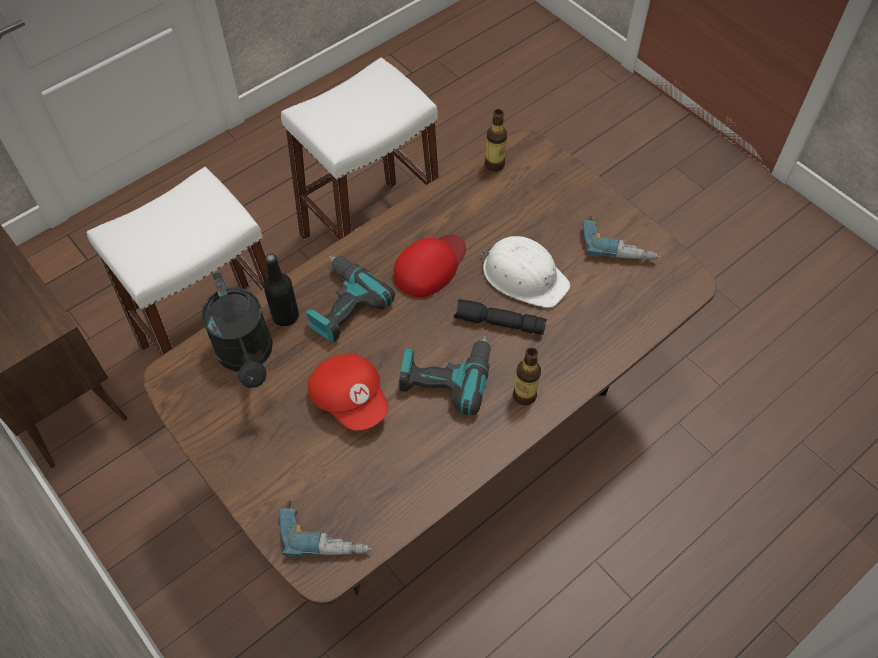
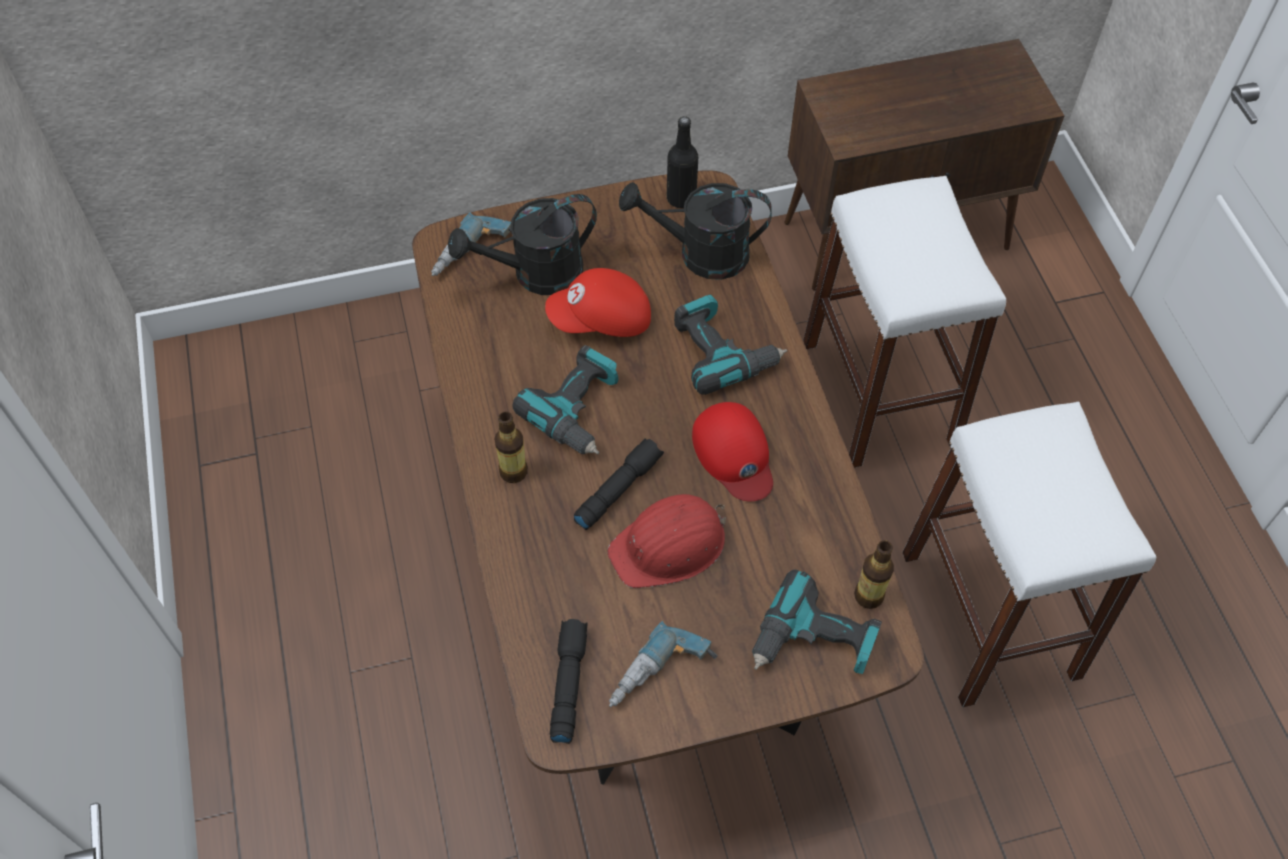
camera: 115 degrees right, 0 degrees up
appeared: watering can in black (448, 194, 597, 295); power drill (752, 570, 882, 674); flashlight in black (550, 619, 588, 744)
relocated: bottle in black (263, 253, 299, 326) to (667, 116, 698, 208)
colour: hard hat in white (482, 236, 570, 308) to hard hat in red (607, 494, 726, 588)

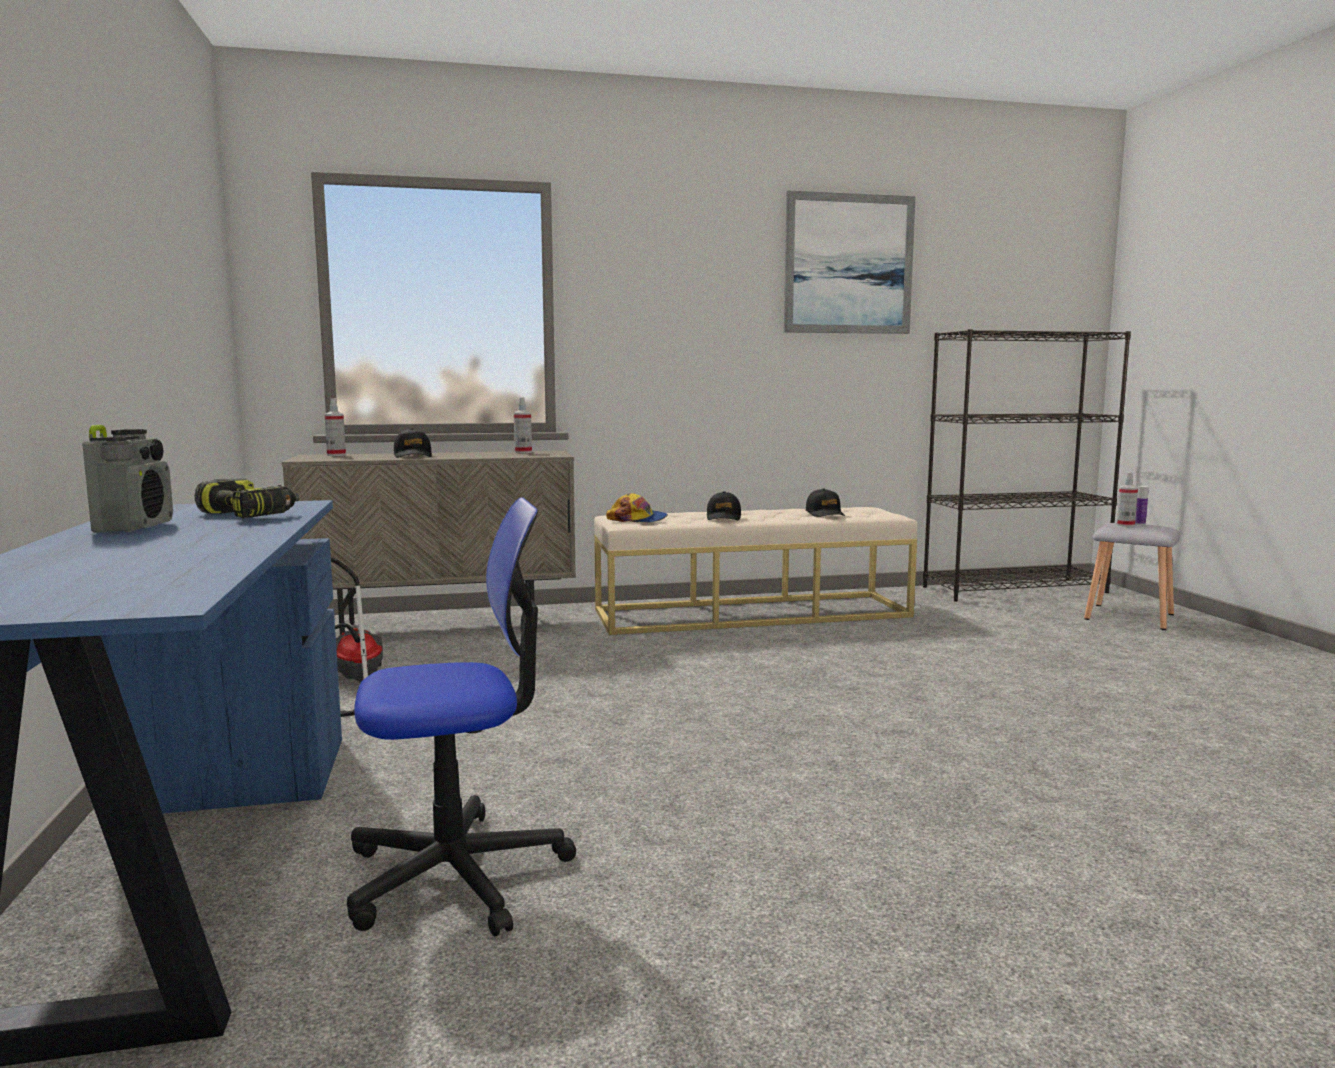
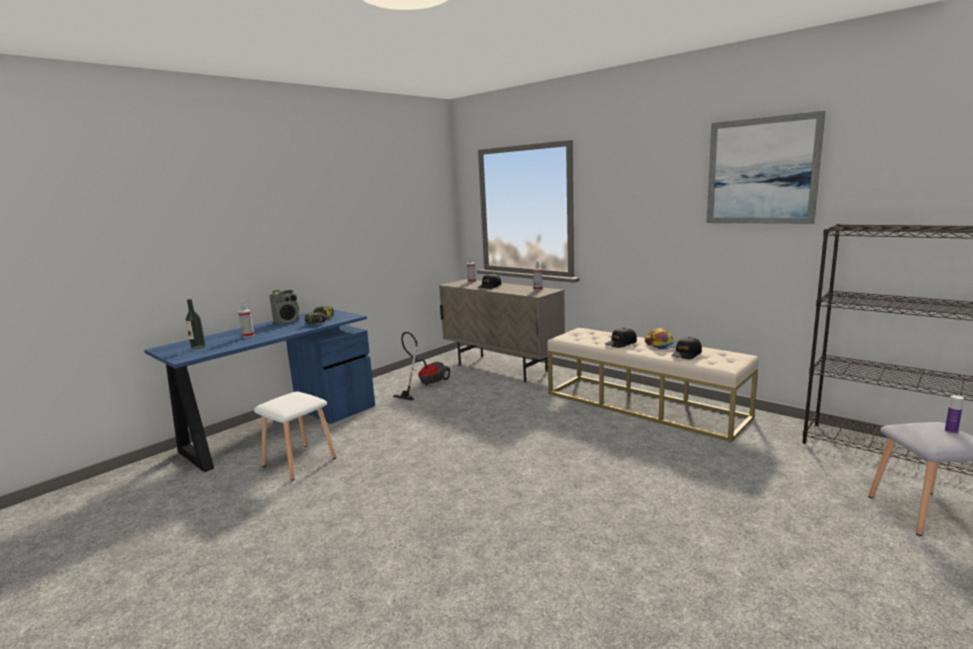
camera: 55 degrees right, 5 degrees up
appeared: bottle (185, 299, 206, 350)
relocated: spray bottle (1116, 472, 1138, 527) to (238, 301, 254, 338); cap (606, 493, 668, 522) to (645, 328, 678, 349)
exchanged: office chair (347, 497, 576, 937) to stool in white (254, 392, 336, 481)

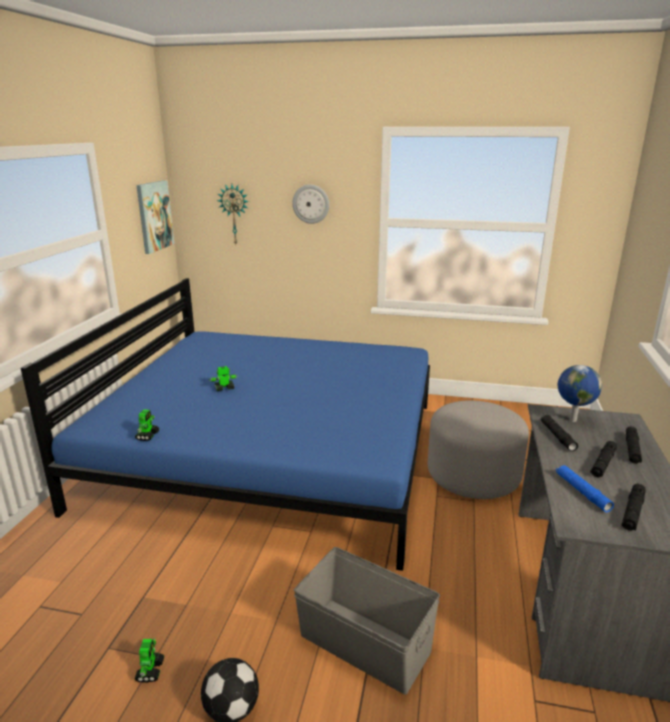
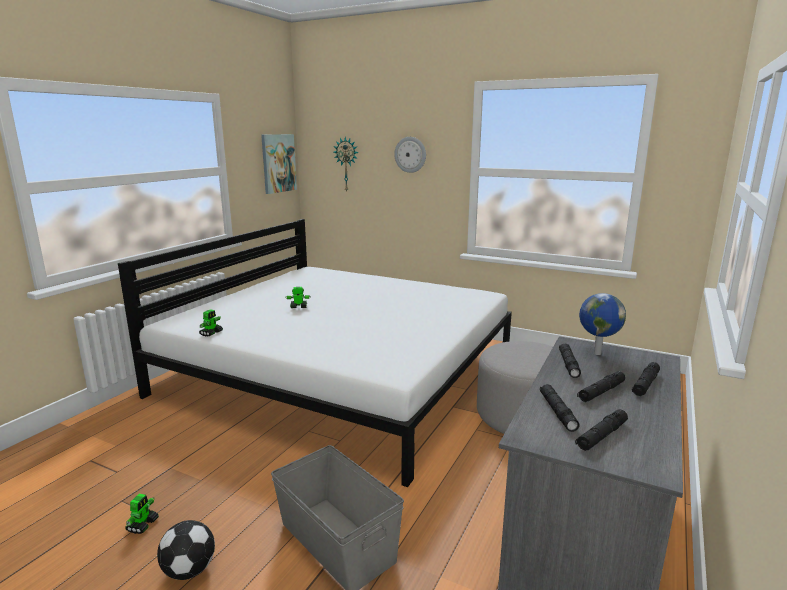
camera: 15 degrees right, 5 degrees down
colour: bed in blue (21, 278, 430, 571) to bed in white (118, 219, 512, 487); flashlight in blue (556, 465, 614, 512) to flashlight in black (540, 384, 580, 432)

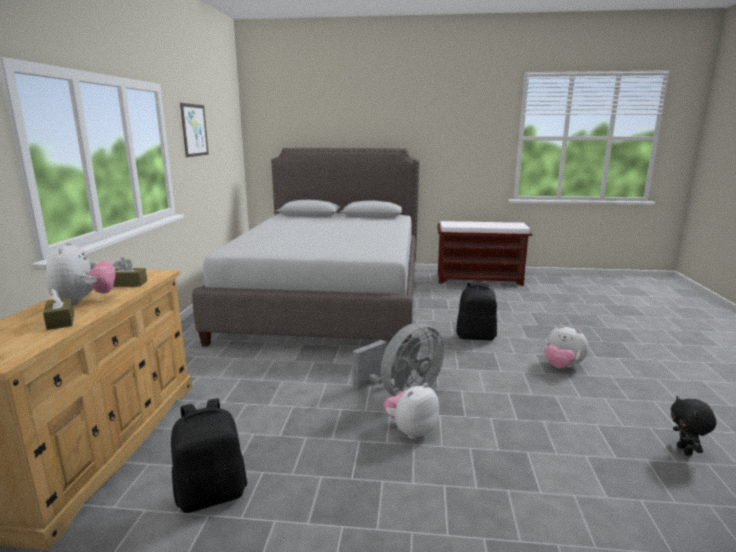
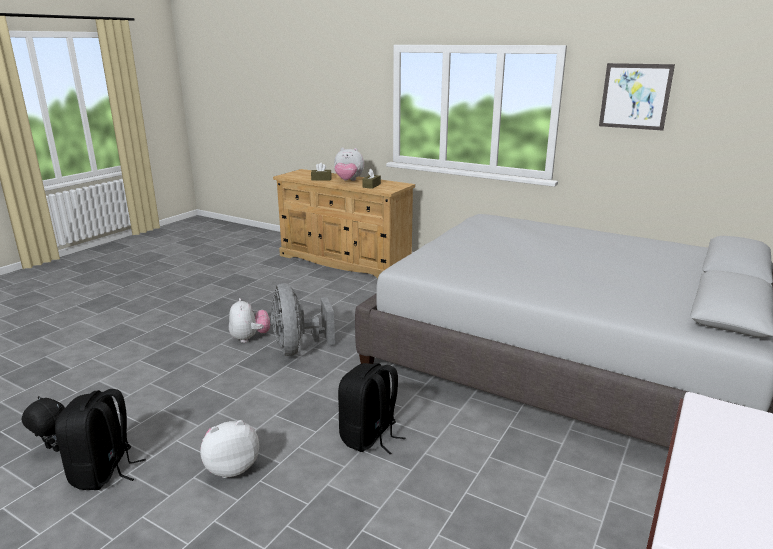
camera: 115 degrees right, 5 degrees up
relocated: backpack in black (171, 399, 247, 513) to (55, 389, 146, 490)

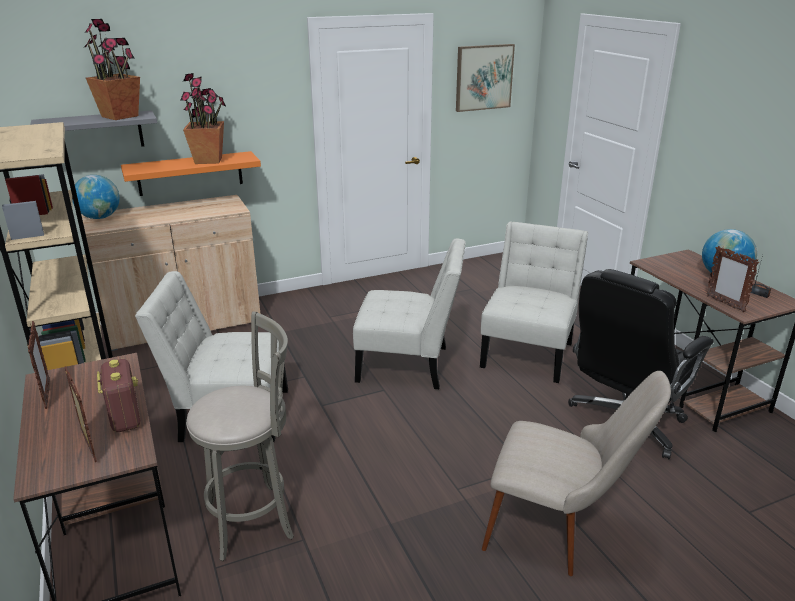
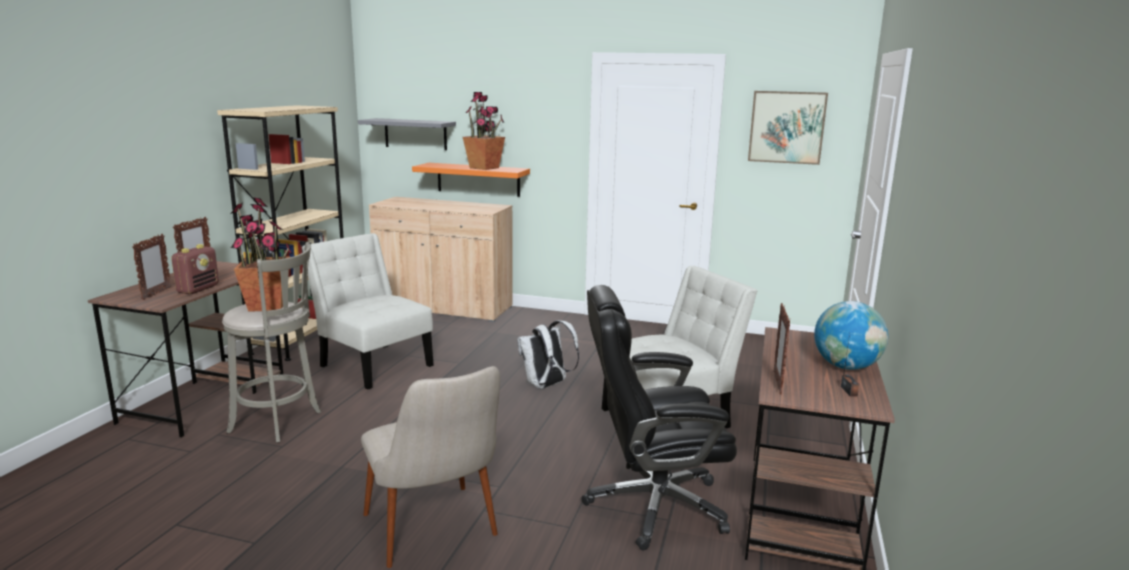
camera: 40 degrees right, 10 degrees down
missing: globe (72, 175, 120, 219)
relocated: potted plant (83, 19, 140, 120) to (230, 197, 293, 312)
exchanged: chair in white (353, 238, 466, 389) to backpack in white (517, 320, 579, 389)

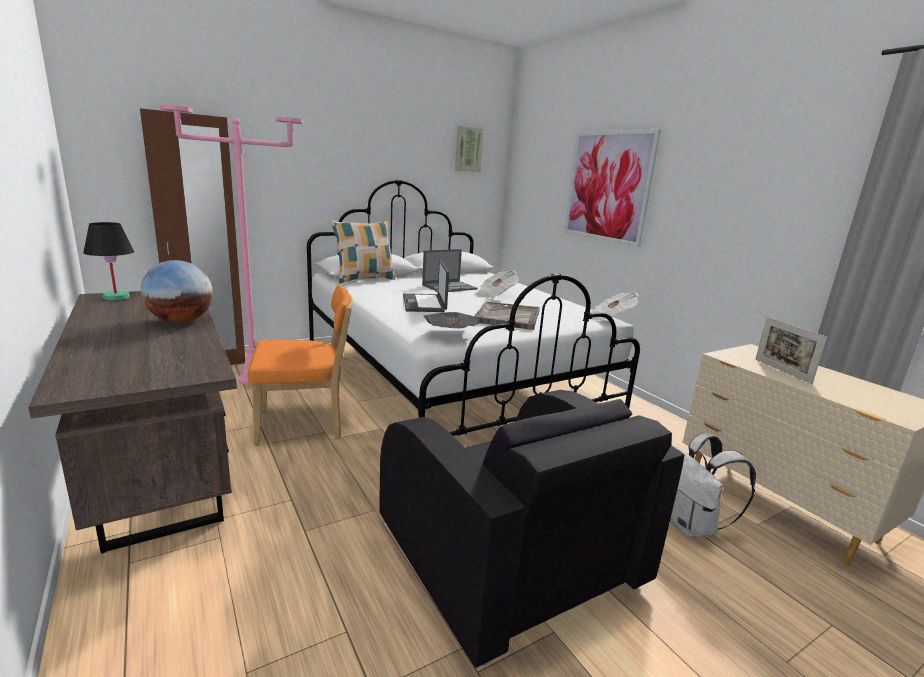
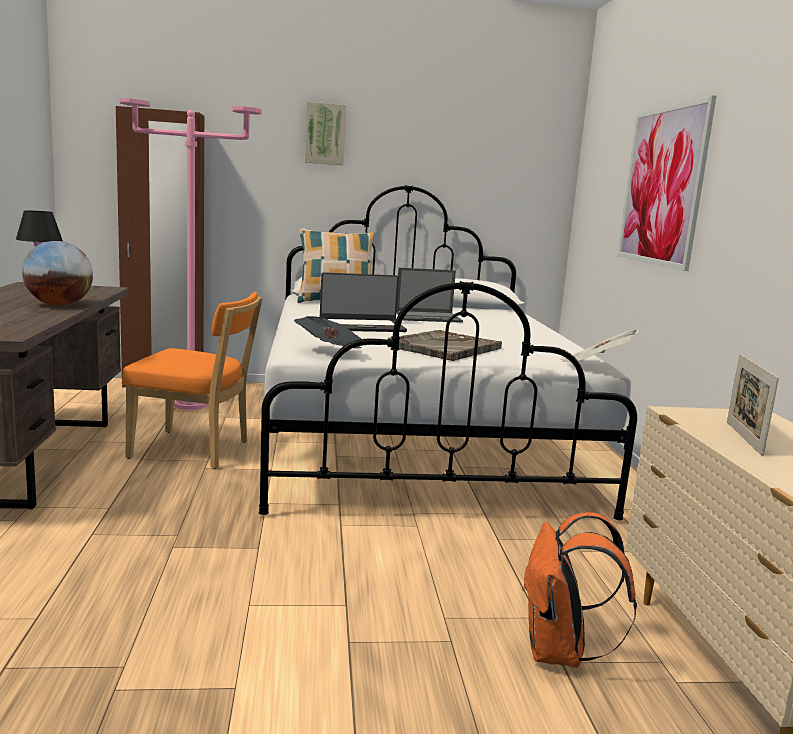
camera: 25 degrees right, 5 degrees down
missing: newspaper (474, 270, 519, 298); armchair in black (379, 390, 685, 668)
relocated: picture (455, 126, 484, 173) to (305, 102, 346, 165)
colour: backpack in white (670, 433, 756, 538) to backpack in orange (522, 512, 637, 668)
spun: laptop (403, 260, 449, 312) = (320, 272, 407, 332) 120 degrees counterclockwise

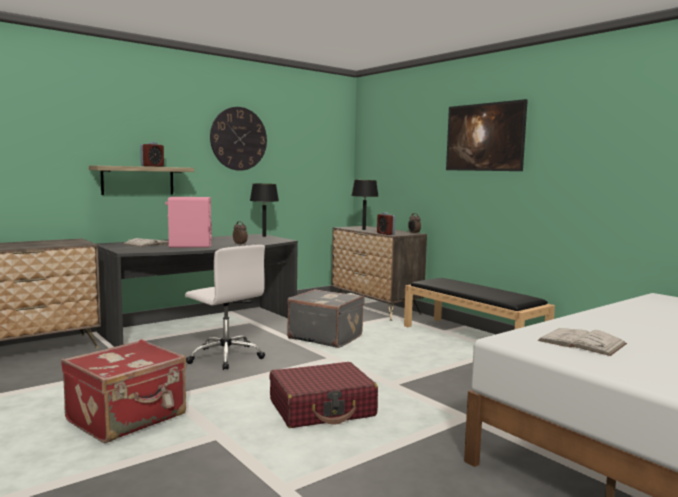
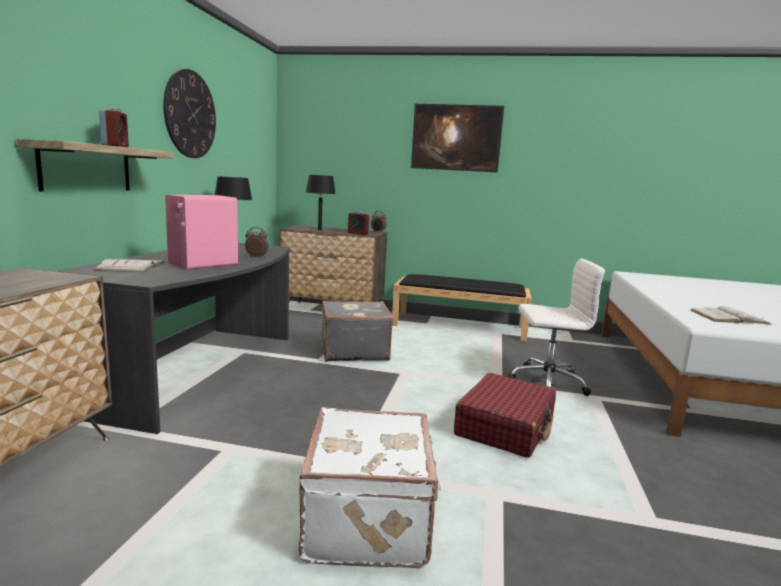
camera: 40 degrees left, 5 degrees up
relocated: office chair in white (185, 244, 265, 370) to (507, 259, 605, 396)
colour: suitcase in red (61, 339, 186, 443) to suitcase in white (299, 407, 441, 568)

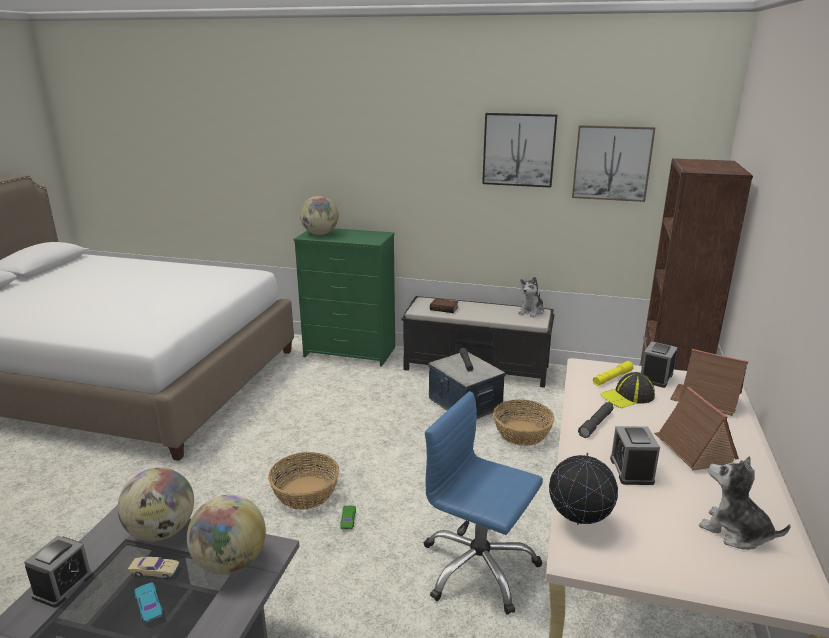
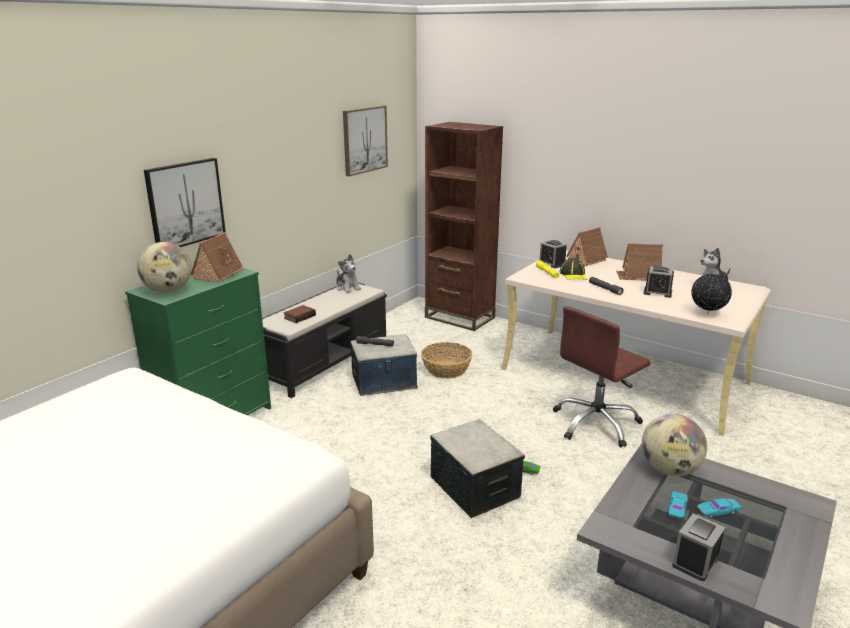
camera: 70 degrees left, 0 degrees up
missing: globe (118, 467, 194, 541)
appeared: toy house (191, 232, 245, 282)
relocated: picture (482, 113, 557, 188) to (144, 158, 226, 247)
exchanged: basket (268, 452, 340, 510) to storage box (430, 419, 525, 518)
colour: office chair in blue (424, 391, 543, 615) to office chair in brown (553, 306, 651, 448); toy car in beige (128, 557, 179, 579) to toy car in turquoise (668, 491, 688, 519)
spun: alarm clock (24, 536, 94, 608) = (672, 514, 725, 581) 90 degrees counterclockwise

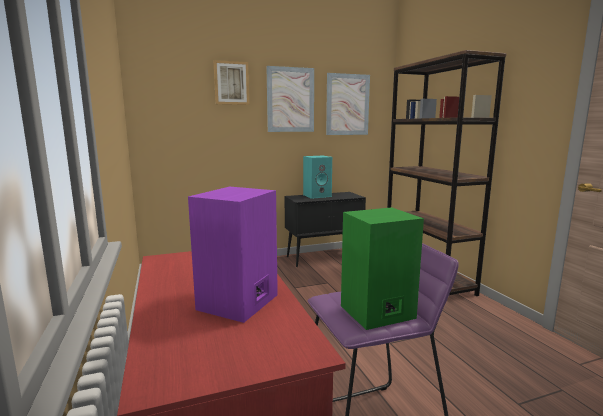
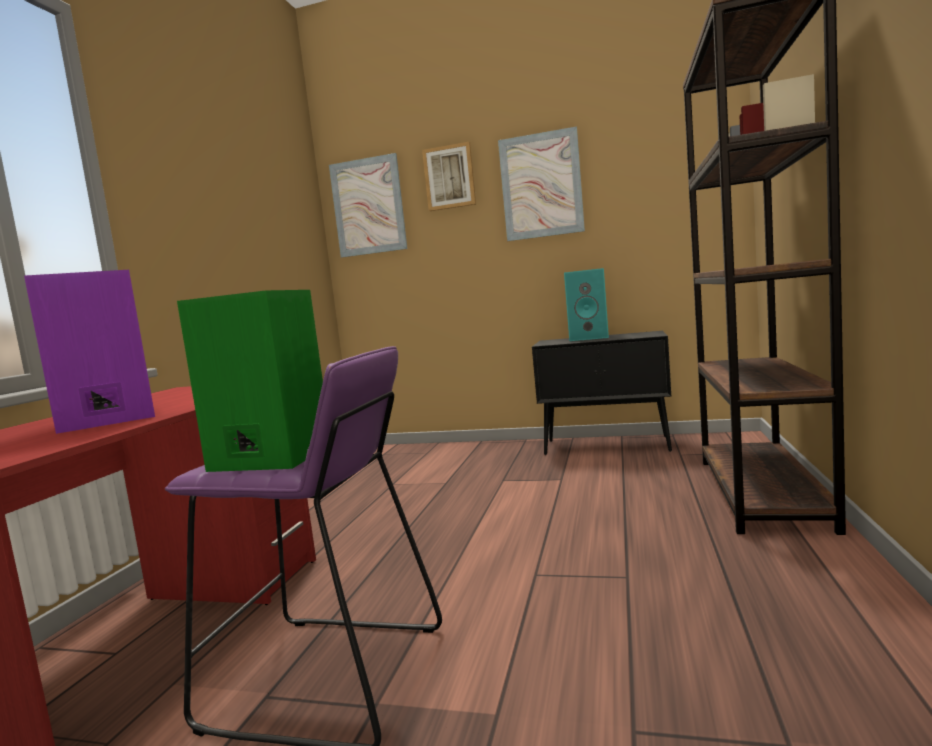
camera: 35 degrees right, 5 degrees down
relocated: picture (326, 73, 370, 135) to (329, 153, 407, 258)

